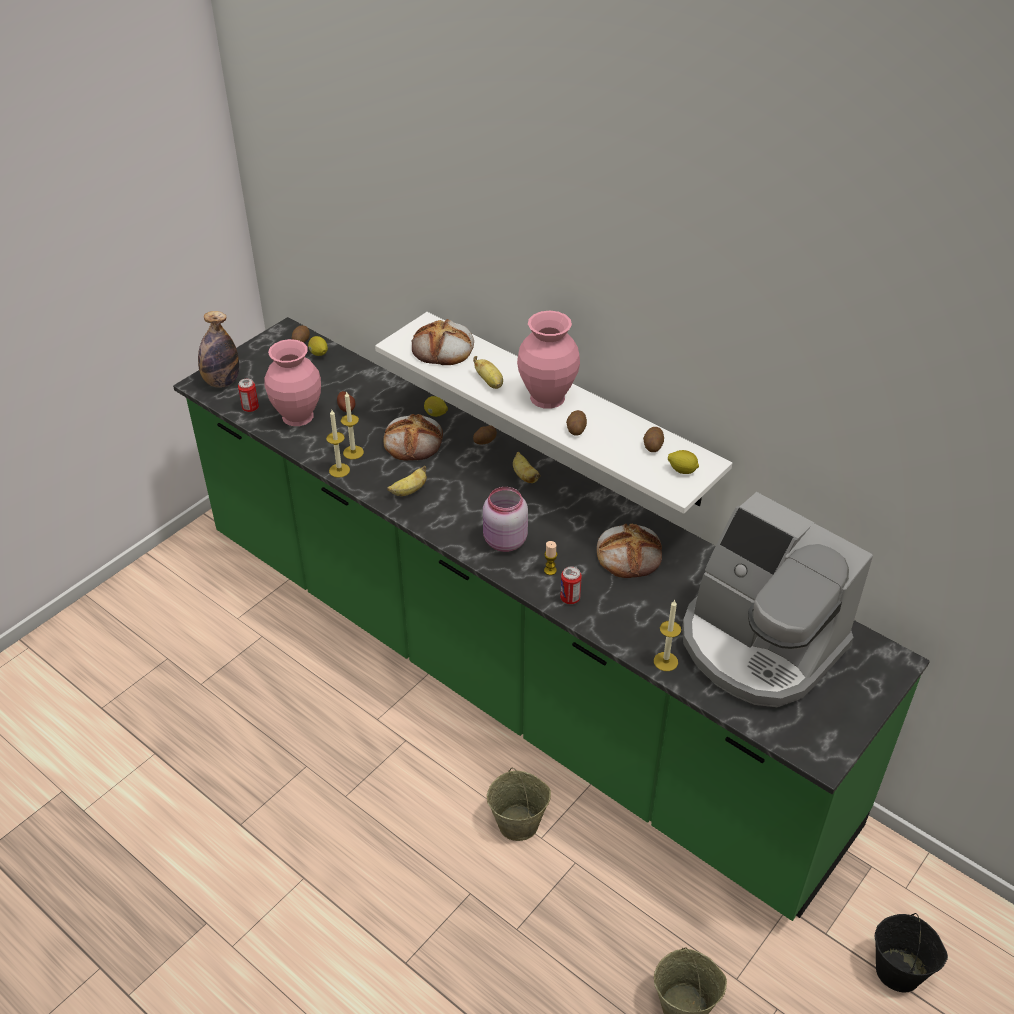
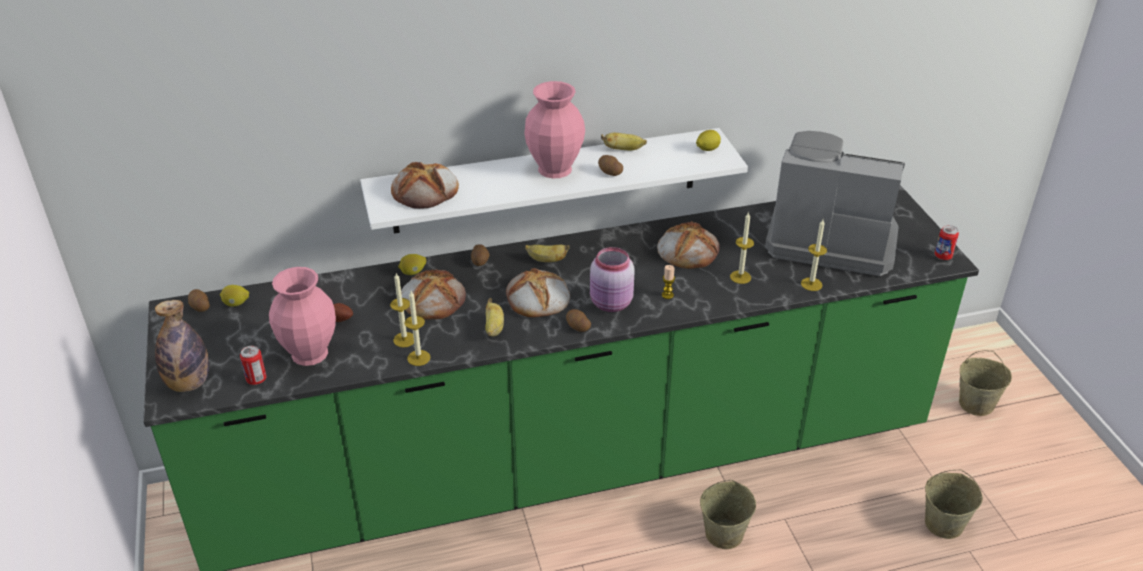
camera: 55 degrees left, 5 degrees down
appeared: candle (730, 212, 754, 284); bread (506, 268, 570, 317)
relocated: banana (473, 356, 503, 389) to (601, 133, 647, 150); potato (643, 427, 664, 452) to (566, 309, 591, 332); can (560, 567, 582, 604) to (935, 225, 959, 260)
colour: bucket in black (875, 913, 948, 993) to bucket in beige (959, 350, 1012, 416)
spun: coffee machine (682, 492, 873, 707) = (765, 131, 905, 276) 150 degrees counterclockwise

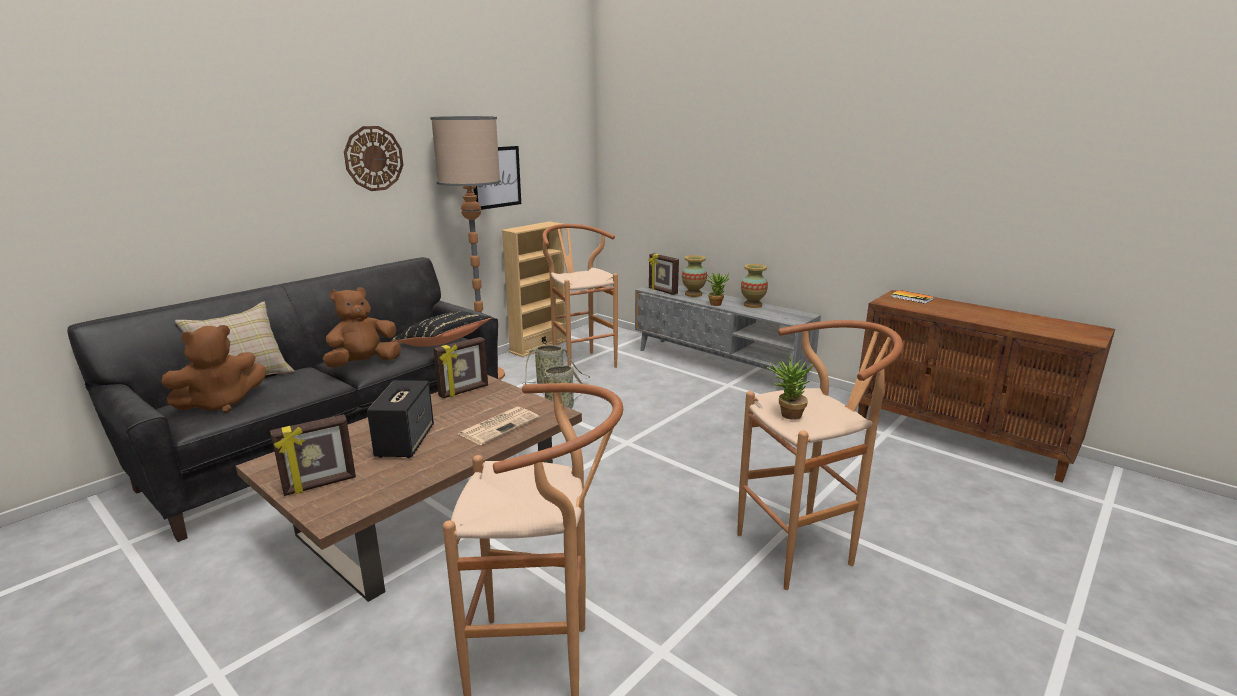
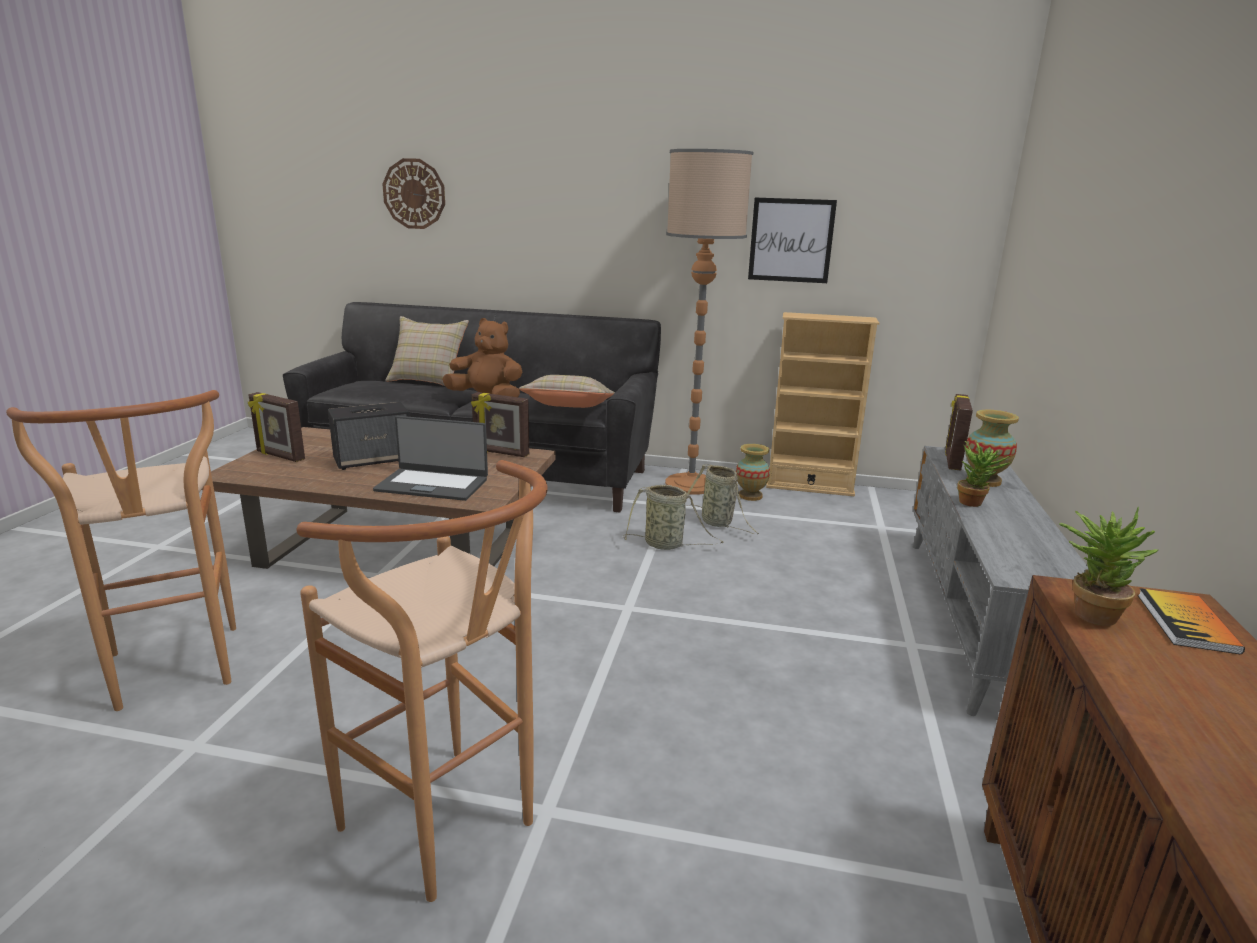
camera: 60 degrees right, 0 degrees up
missing: stool in brown (542, 224, 618, 368); plush toy in brown (162, 325, 266, 413)
relocated: wall clock (344, 126, 403, 191) to (382, 158, 445, 229); vase (741, 264, 768, 308) to (736, 444, 770, 501); potted plant (767, 354, 814, 420) to (1059, 507, 1158, 626)
exchanged: newspaper (458, 407, 539, 445) to laptop (373, 416, 488, 501)
colour: pillow in black (391, 311, 492, 347) to pillow in beige (519, 375, 615, 408)

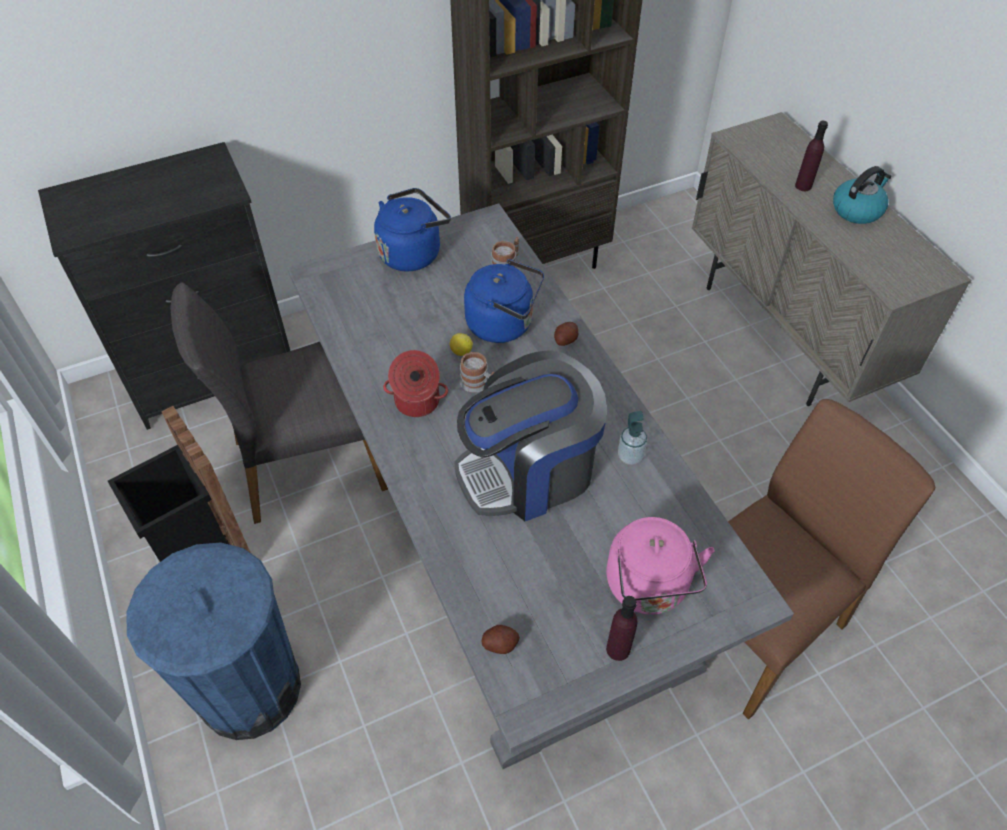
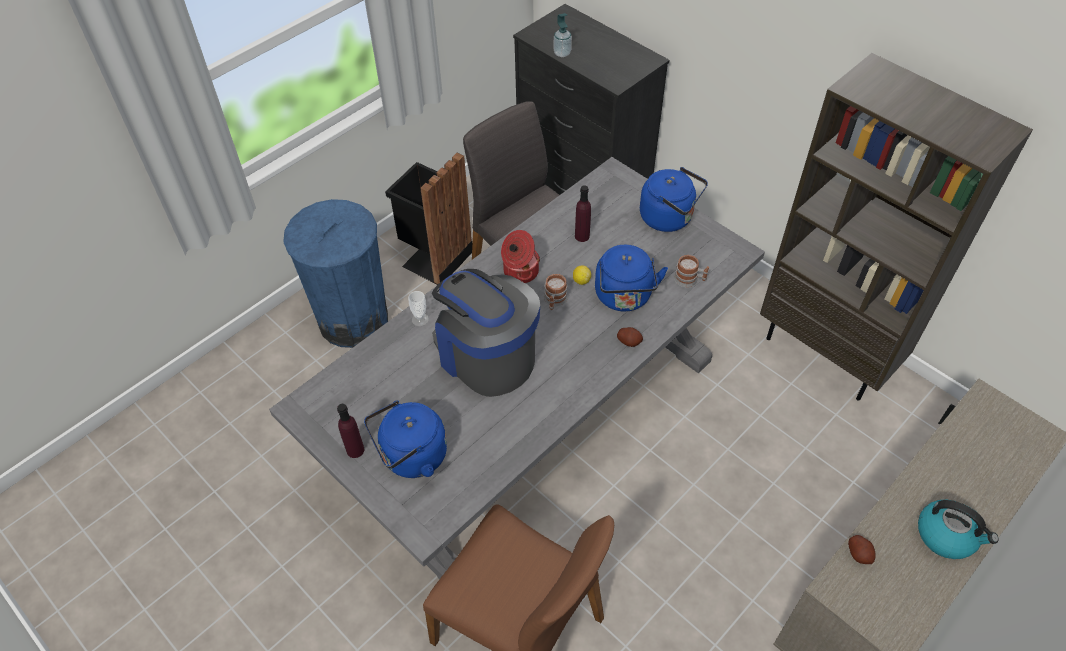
camera: 70 degrees right, 0 degrees up
appeared: cup (408, 291, 429, 326)
relocated: bottle in purple (795, 121, 828, 191) to (575, 185, 591, 242); soap dispenser (618, 411, 647, 465) to (554, 13, 572, 57); potato (482, 625, 520, 654) to (848, 535, 876, 564)
colour: kettle in pink (606, 517, 715, 615) to kettle in blue (364, 400, 447, 478)

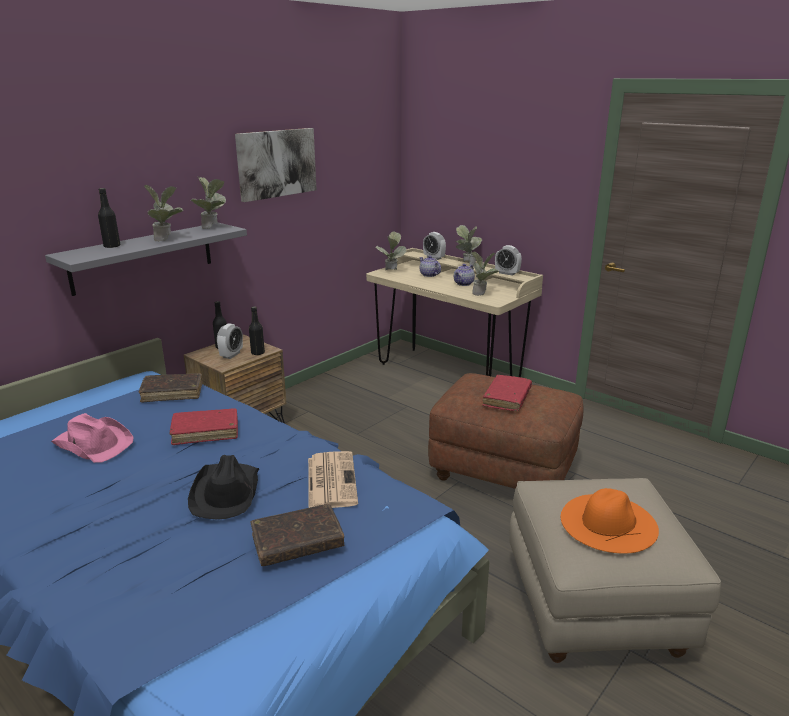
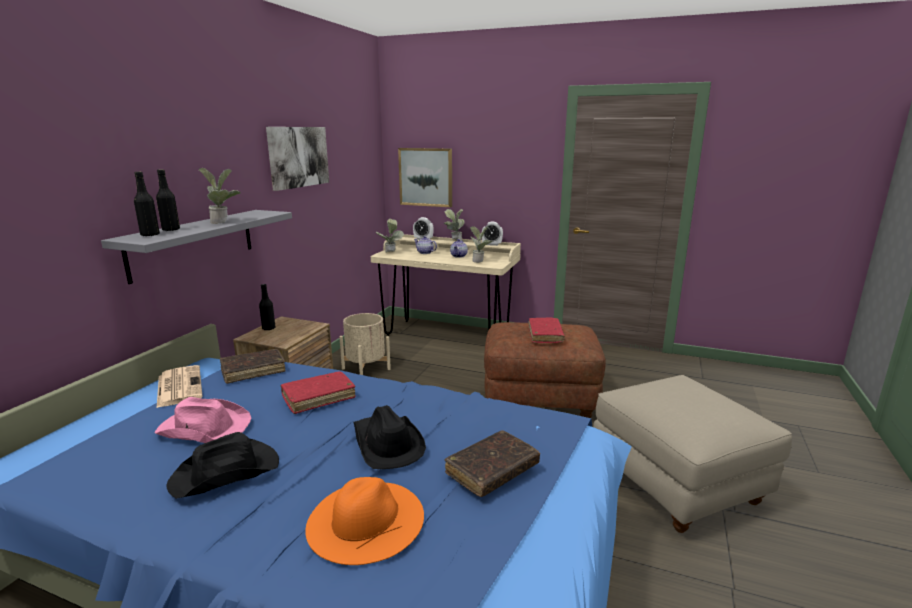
camera: 20 degrees left, 5 degrees down
missing: potted plant (191, 176, 226, 229); alarm clock (217, 323, 243, 359)
appeared: picture (398, 148, 452, 207); planter in beige (339, 313, 391, 375); hat in black (166, 432, 279, 499)
relocated: bottle in black (249, 306, 265, 355) to (134, 172, 160, 236); newspaper (308, 451, 358, 508) to (157, 365, 203, 408); hat in orange (561, 488, 659, 554) to (305, 477, 424, 565)

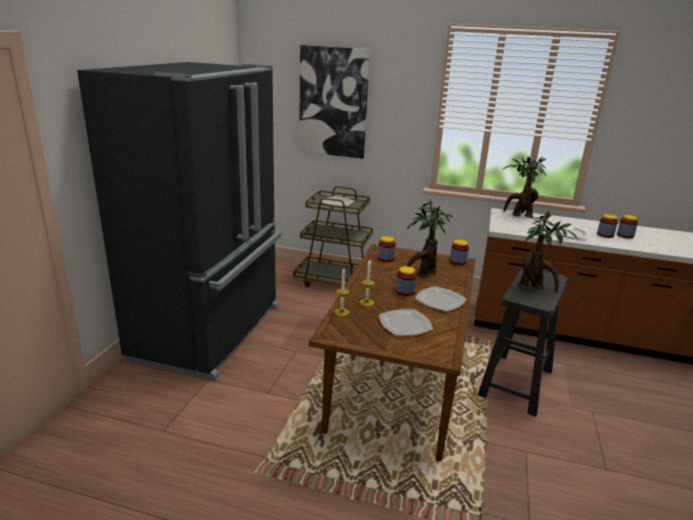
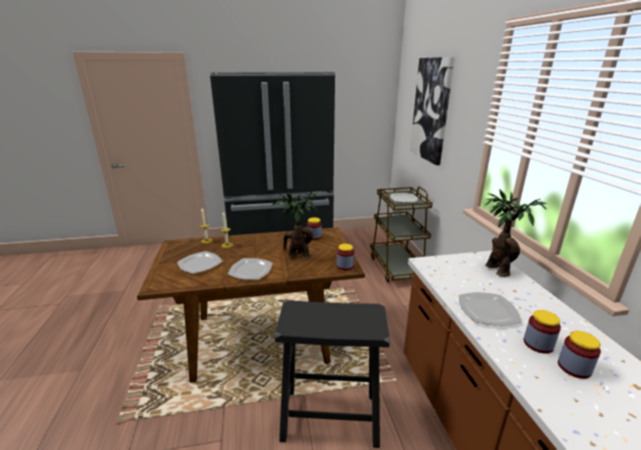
camera: 65 degrees right, 0 degrees up
missing: potted plant (518, 210, 578, 292); jar (396, 266, 417, 296)

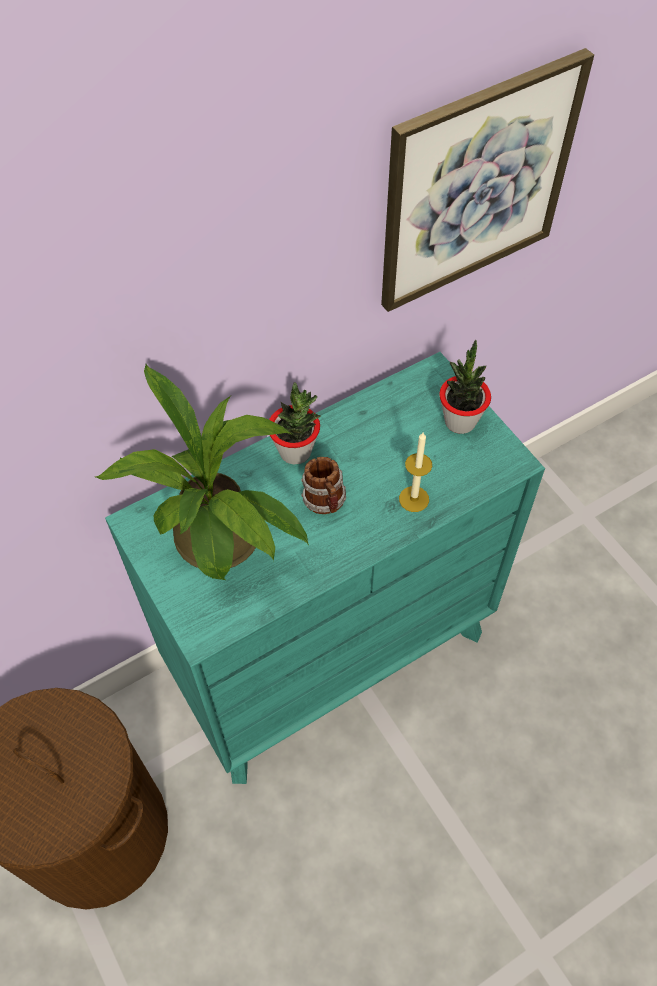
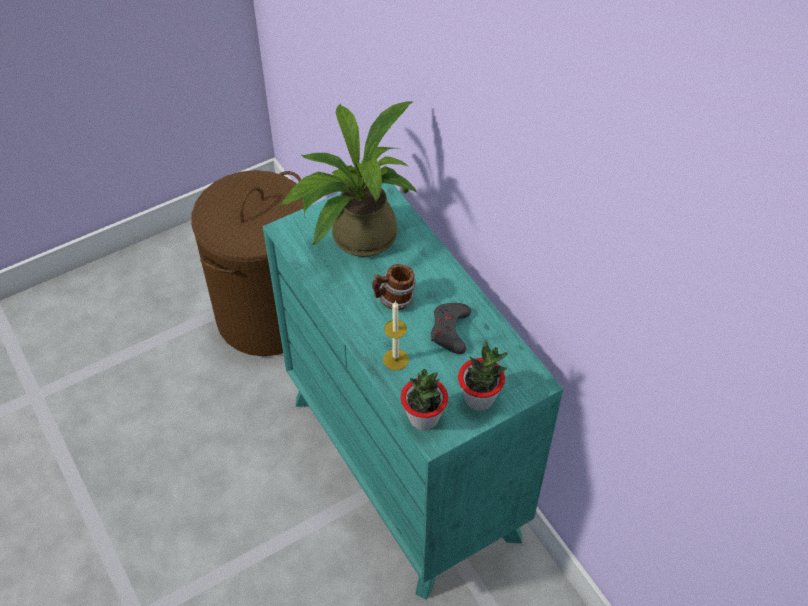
camera: 90 degrees right, 5 degrees down
missing: picture (381, 48, 594, 312)
appeared: game controller in grey (431, 303, 471, 354)
relocated: potted plant (269, 382, 321, 464) to (401, 369, 448, 430)

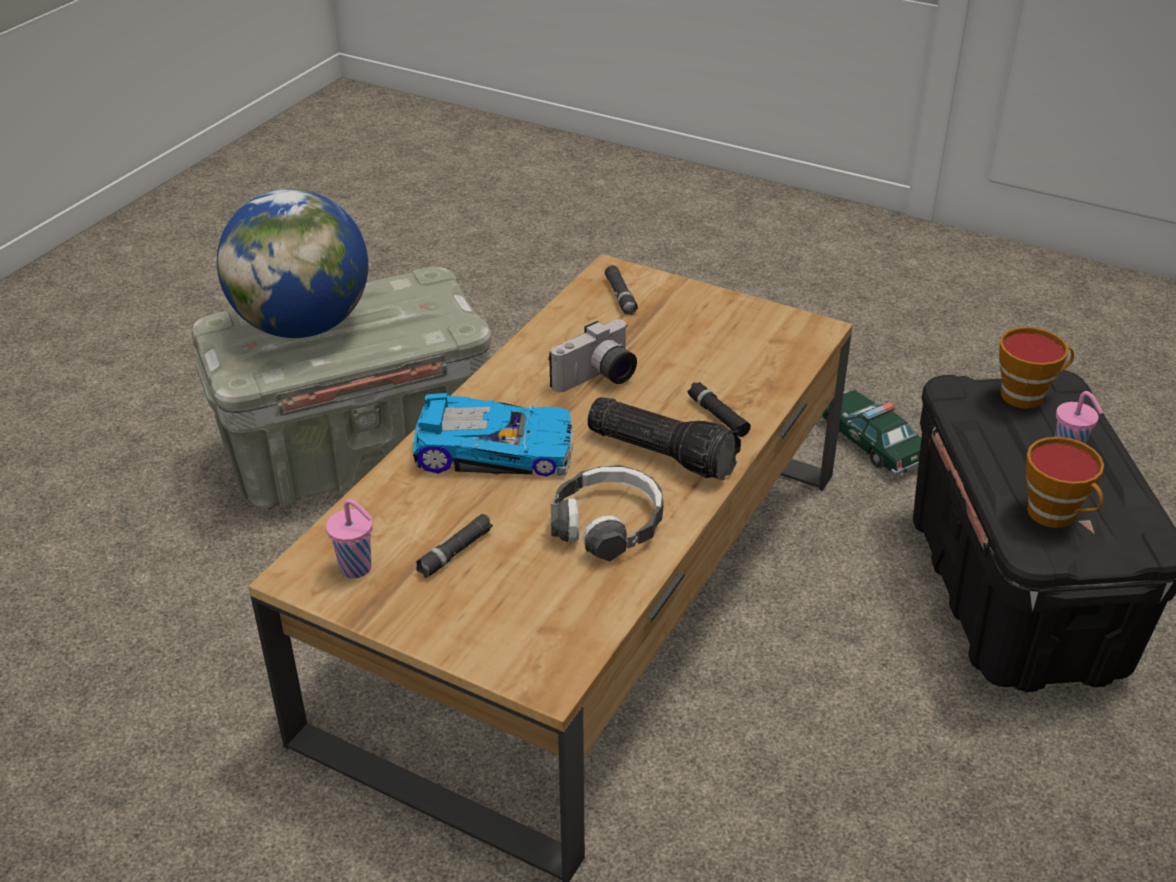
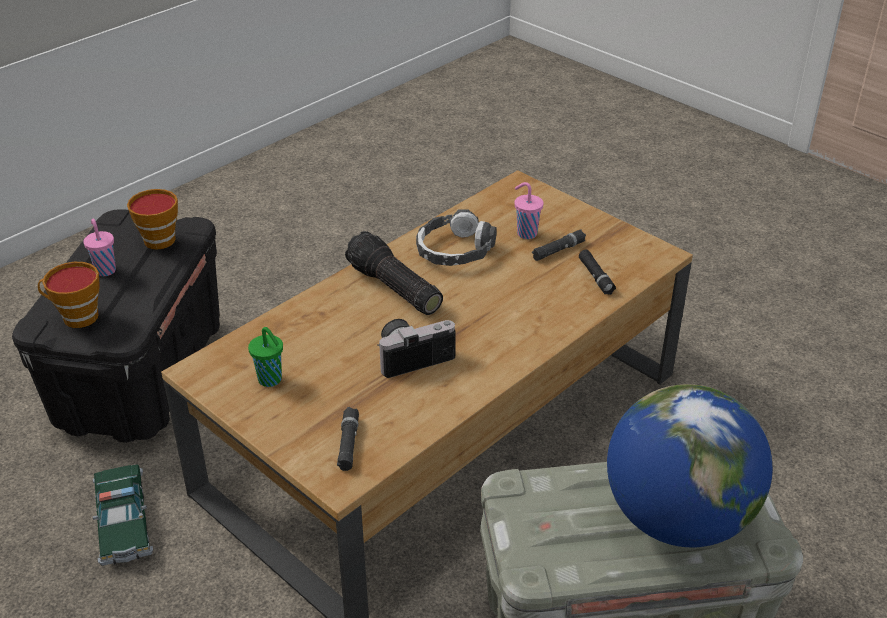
camera: 165 degrees left, 0 degrees up
missing: toy car (413, 393, 573, 477)
appeared: cup in green (248, 327, 283, 387)
relocated: flashlight in black (688, 382, 751, 437) to (579, 249, 616, 295); cup in pink (326, 499, 373, 578) to (514, 182, 544, 239)

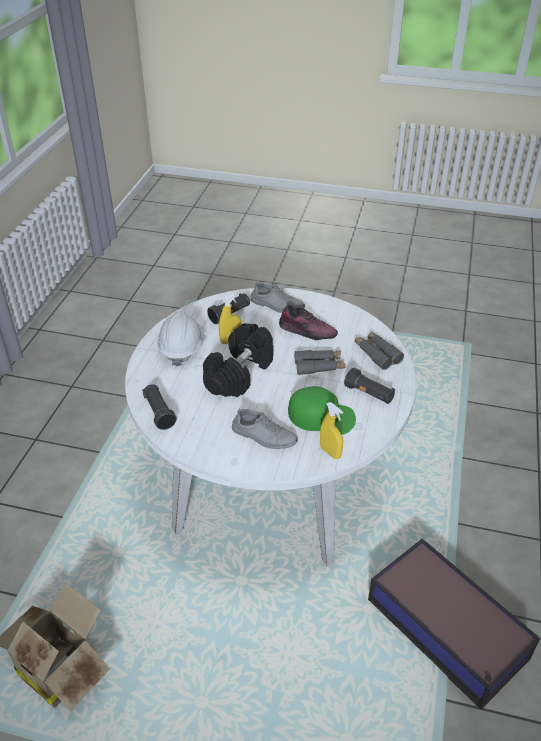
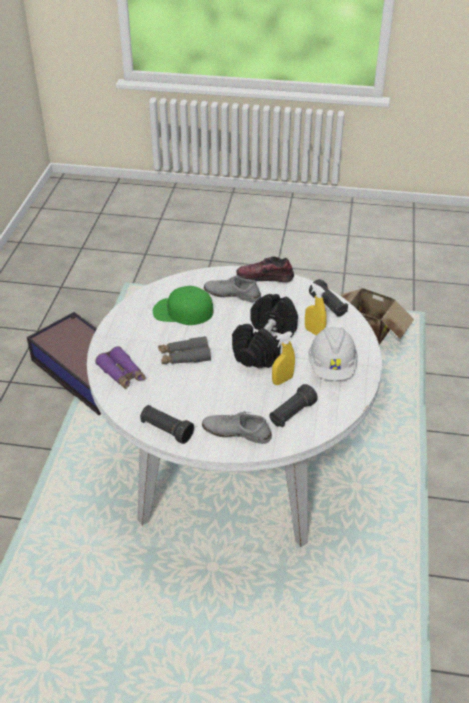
camera: 175 degrees right, 0 degrees up
relocated: shoe (279, 305, 338, 340) to (236, 256, 294, 282); flashlight in black (344, 368, 395, 404) to (140, 405, 194, 444); spray bottle in yellow (320, 402, 343, 459) to (305, 282, 327, 336)
colour: binoculars in grey (355, 331, 404, 370) to binoculars in purple (95, 346, 146, 389)

